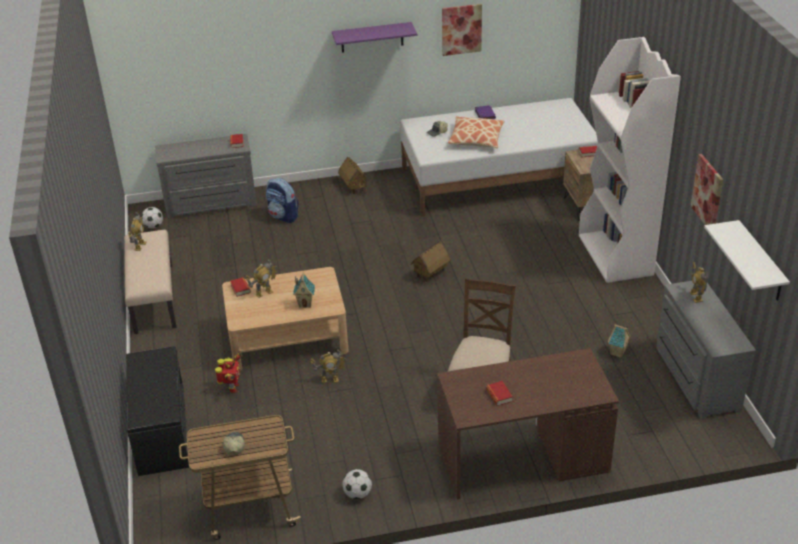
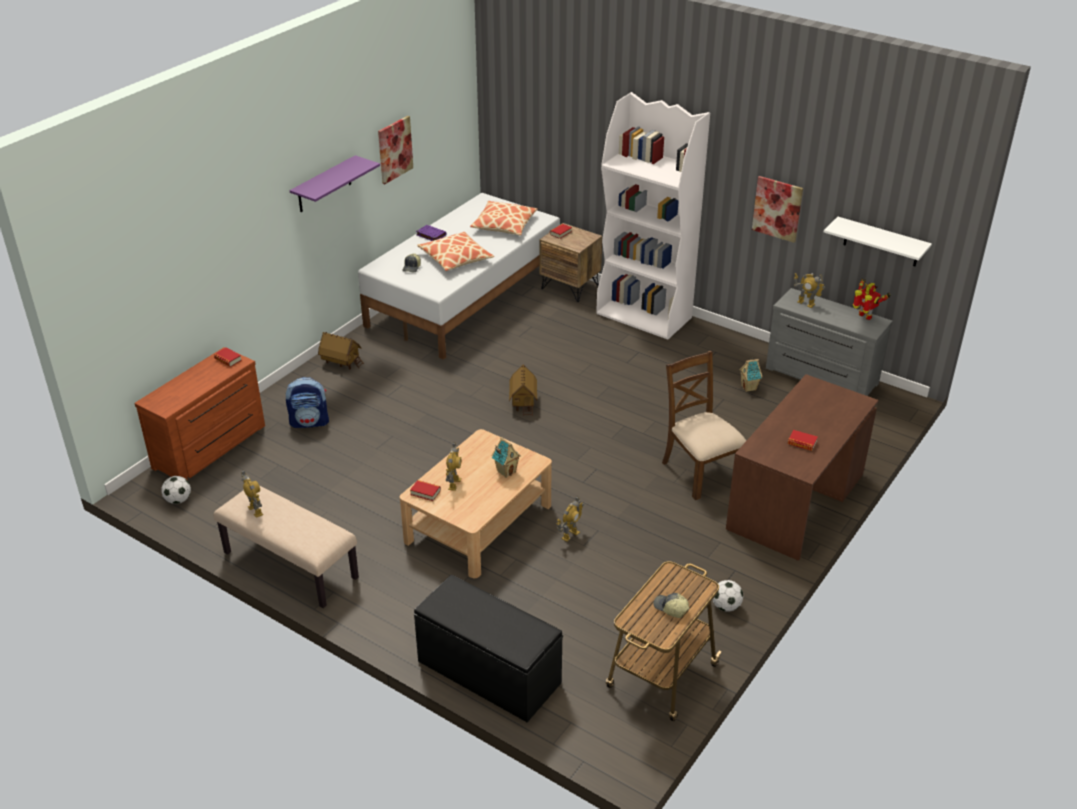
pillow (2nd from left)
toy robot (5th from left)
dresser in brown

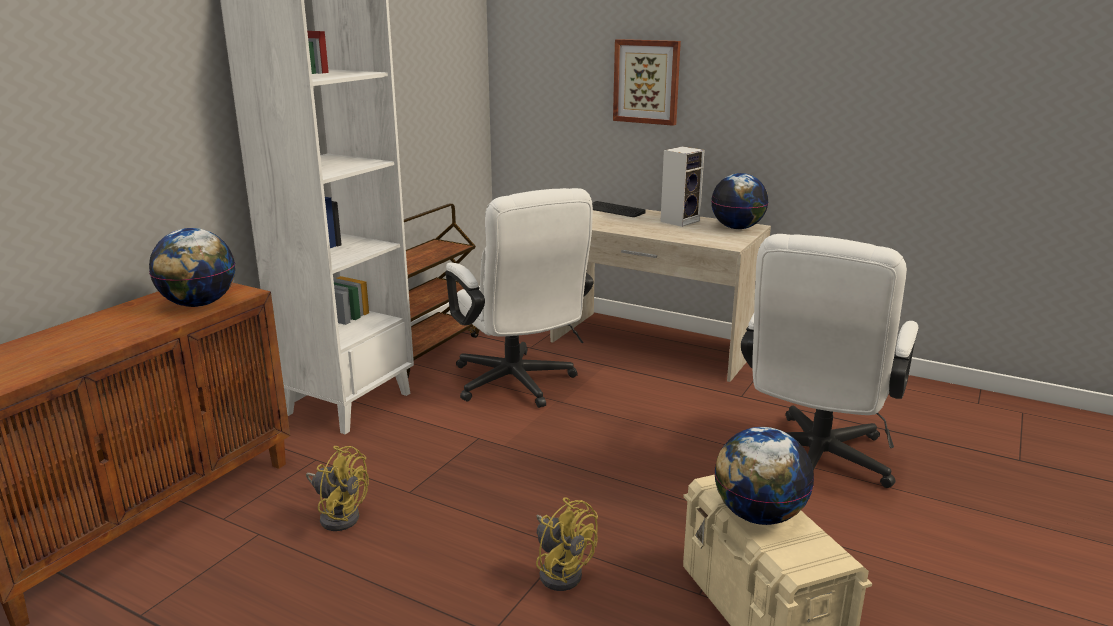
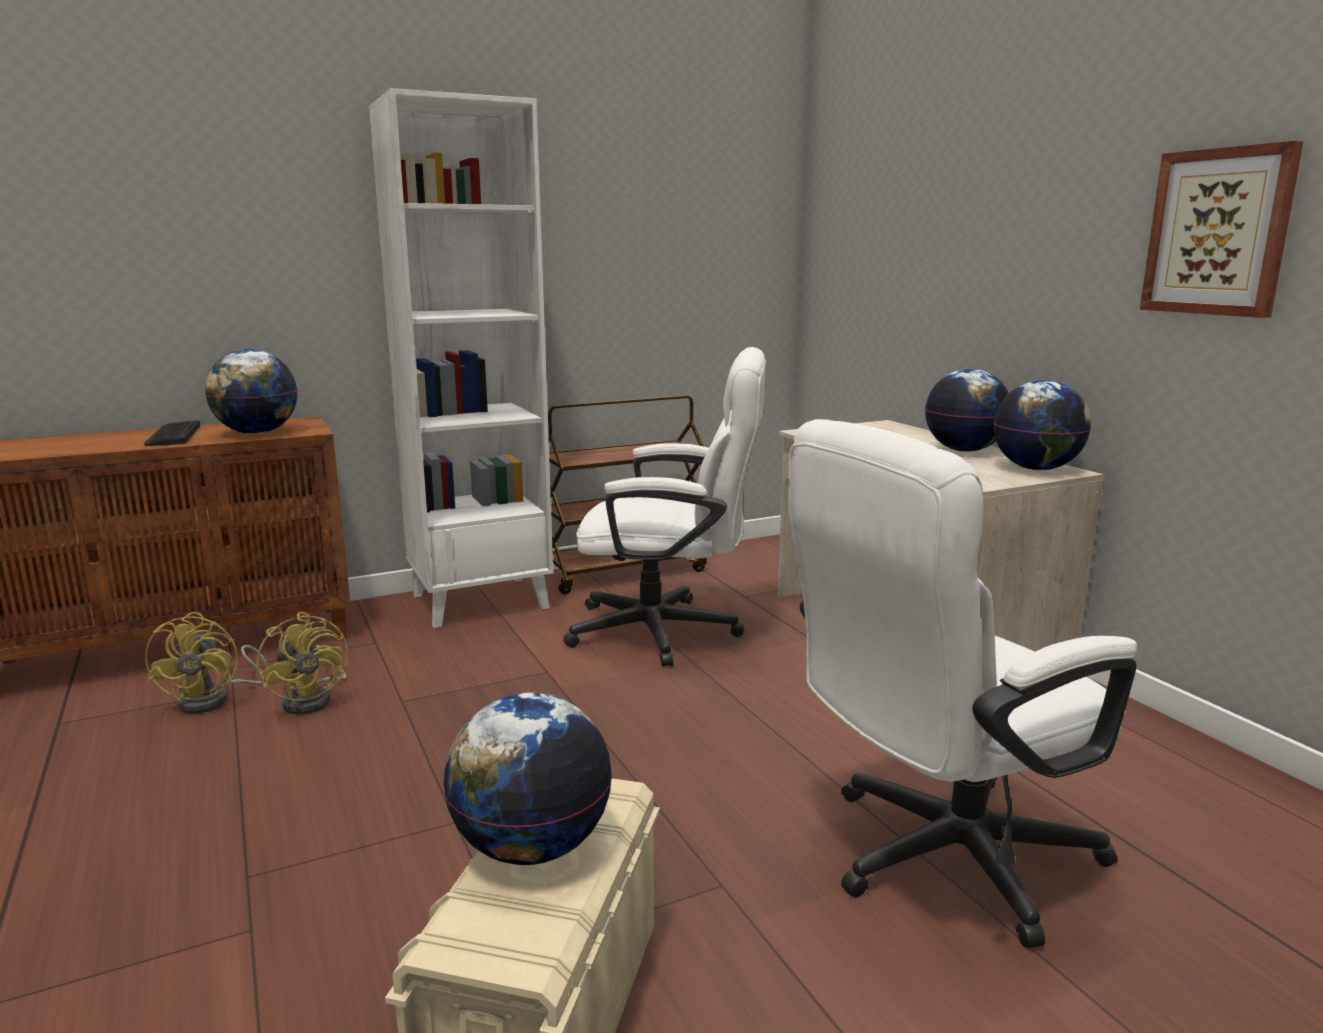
fan in yellow (1st from left)
keyboard
picture
globe (3rd from left)
office chair in white (1st from left)

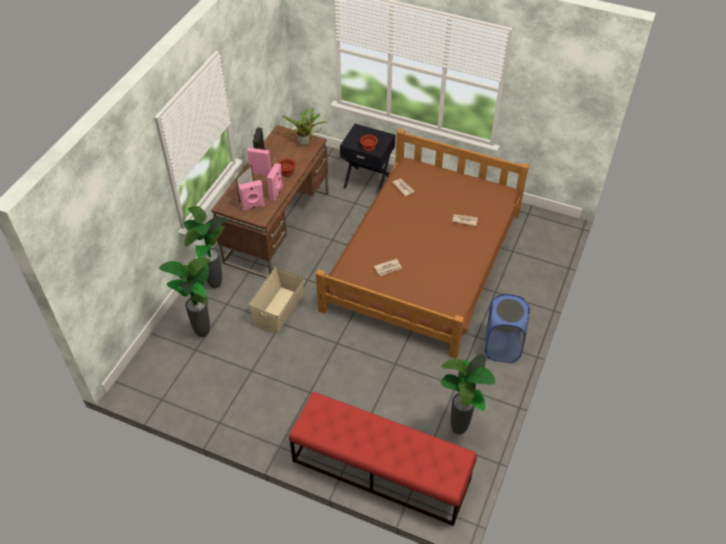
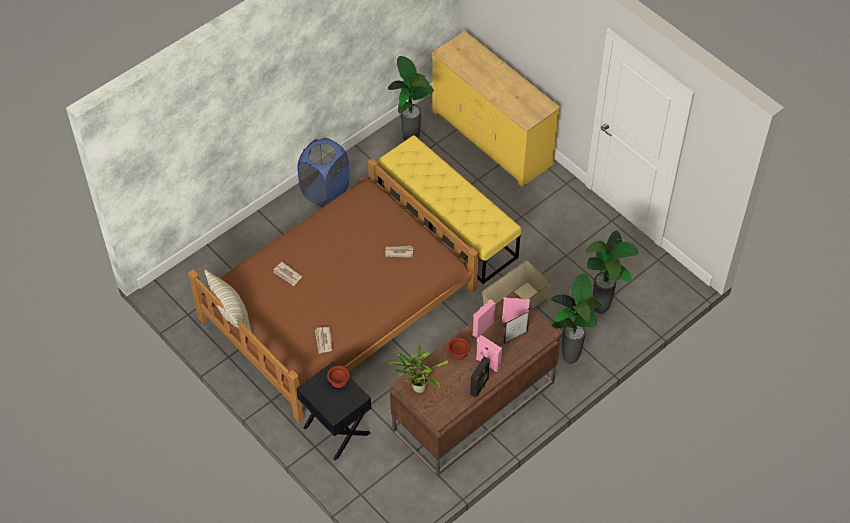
pillow
bench in yellow
dresser in yellow

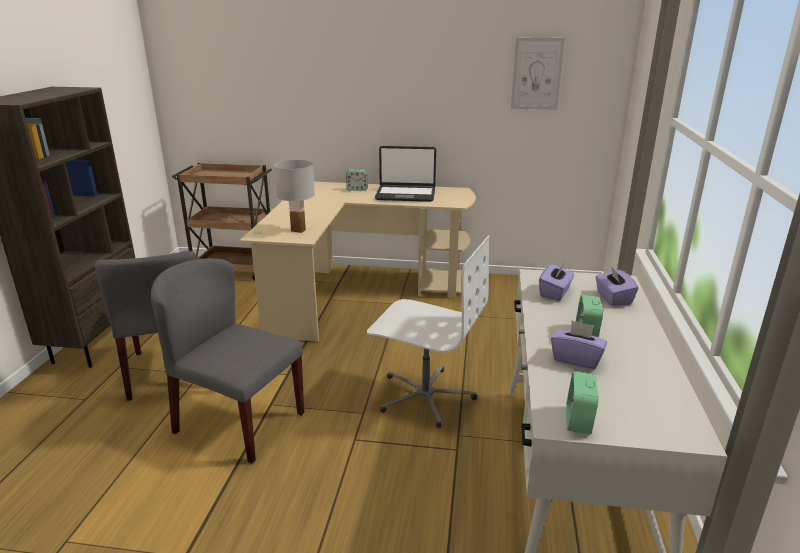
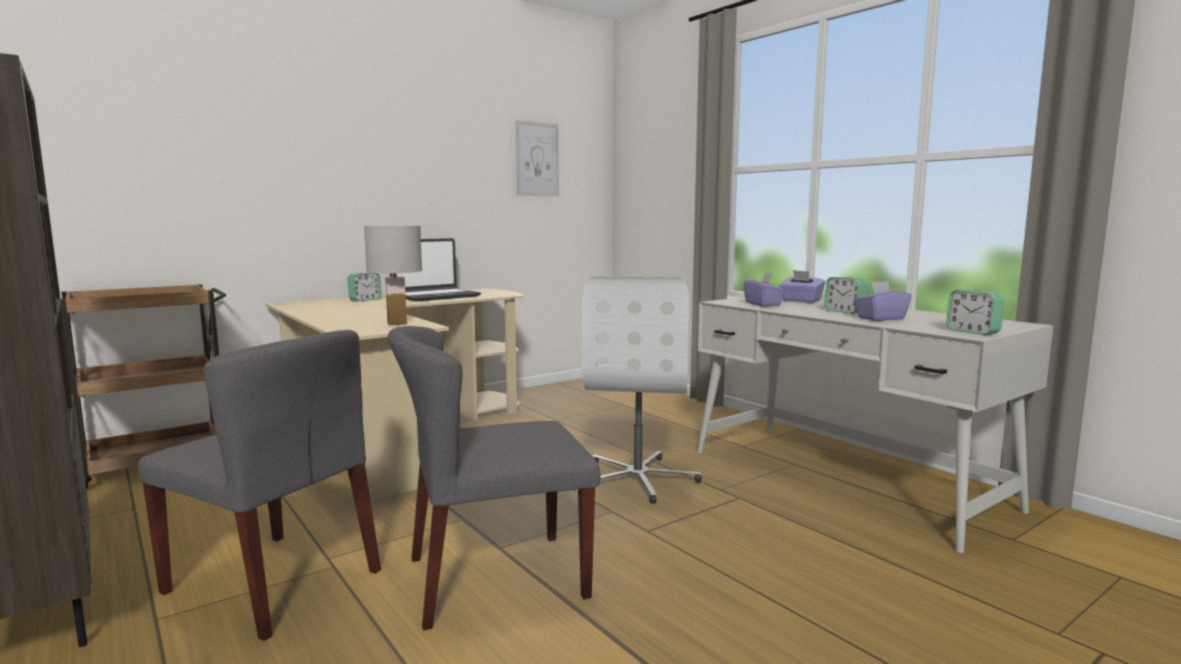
office chair in white

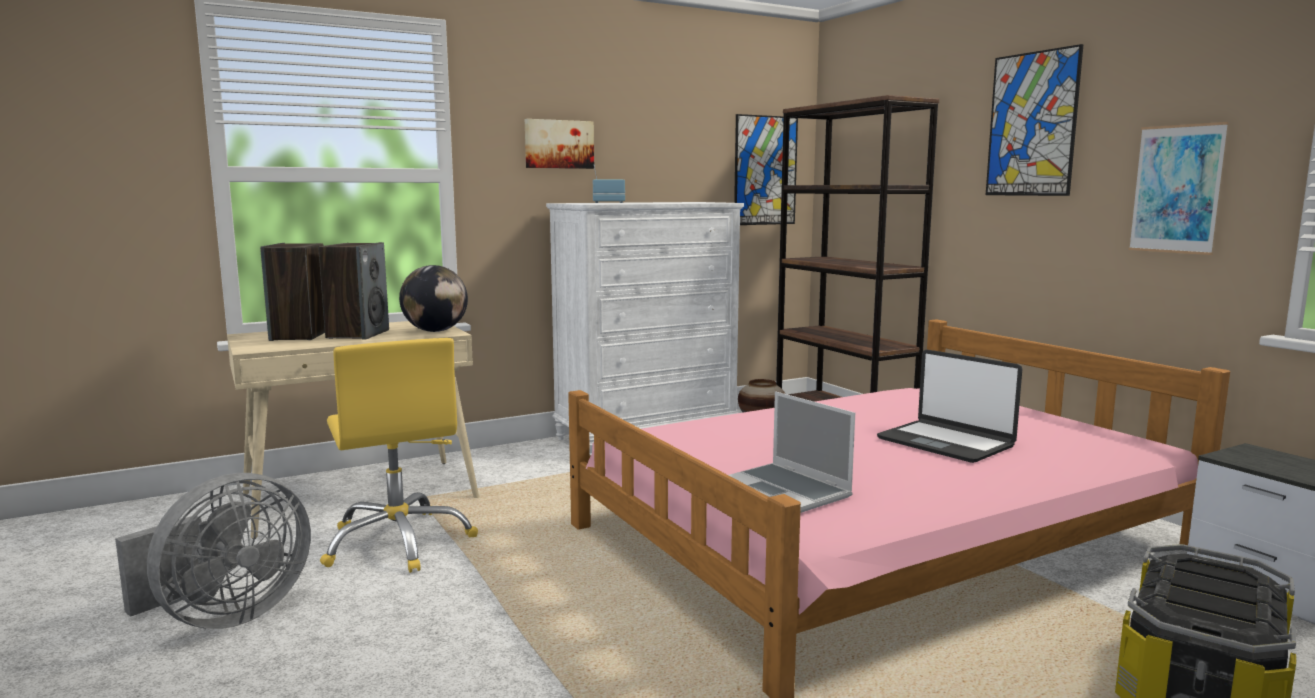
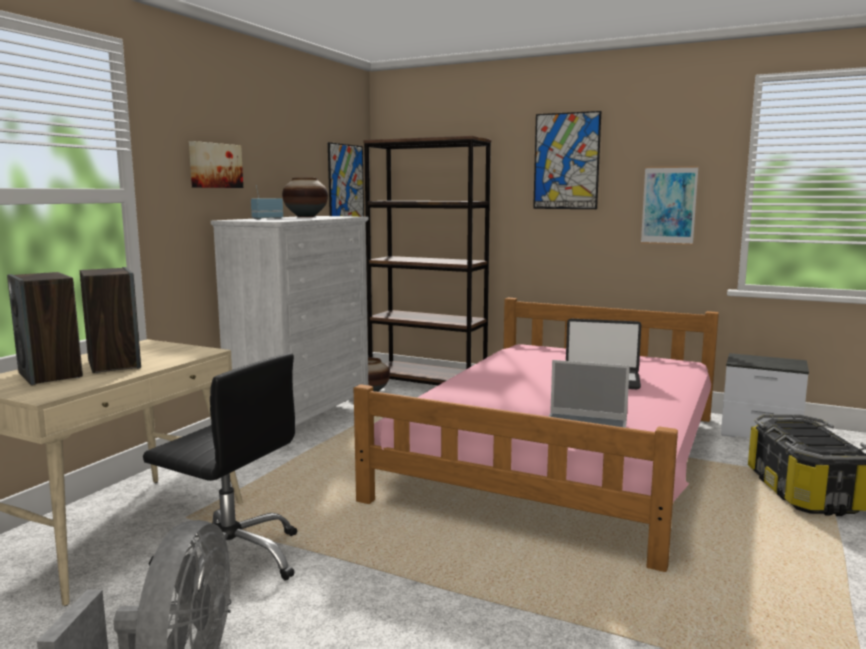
globe
vase (1st from left)
office chair in black

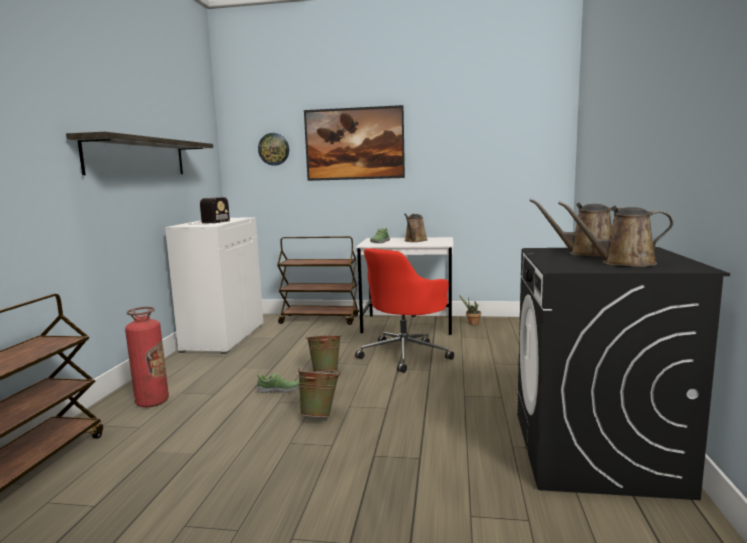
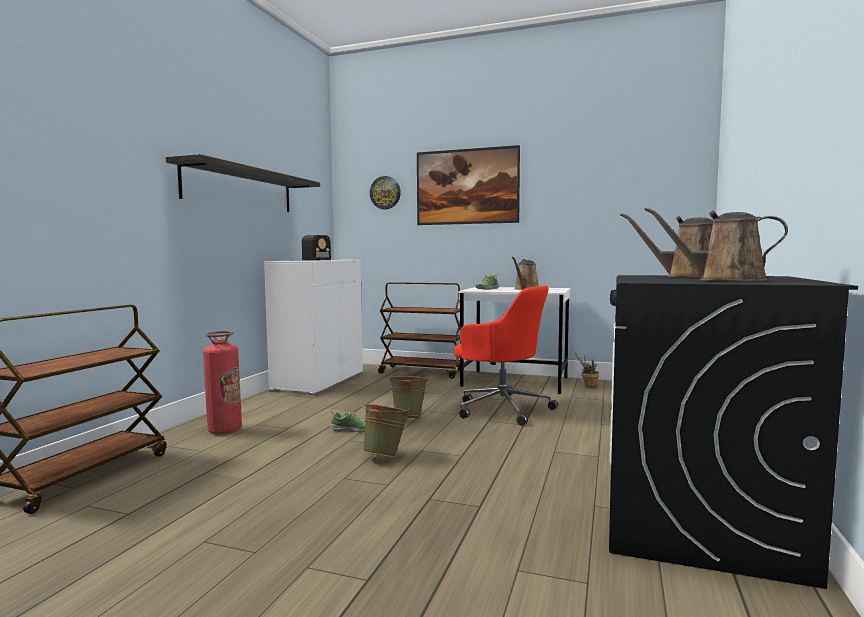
office chair in red

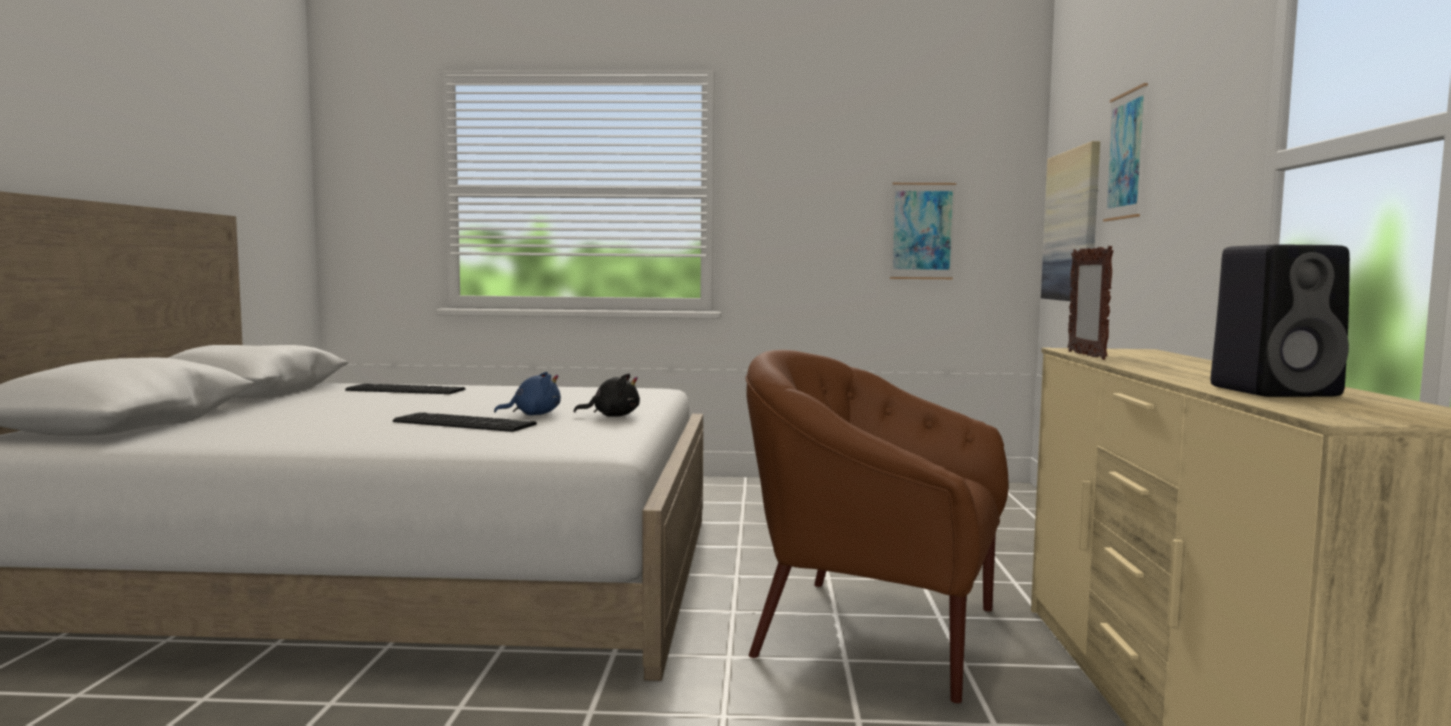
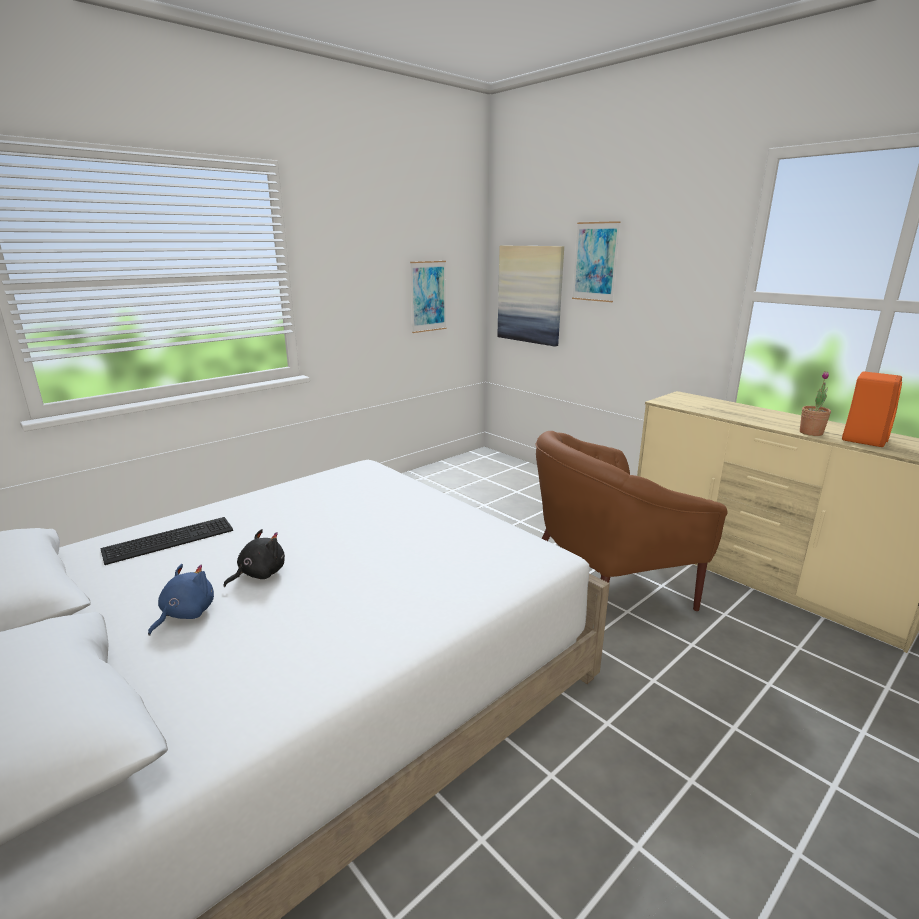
keyboard (2nd from left in the first image)
picture frame
potted plant
plush toy in blue
plush toy in black
speaker in orange

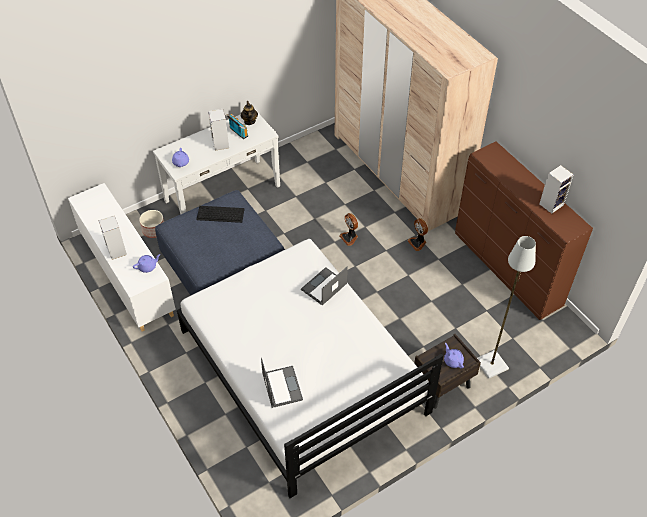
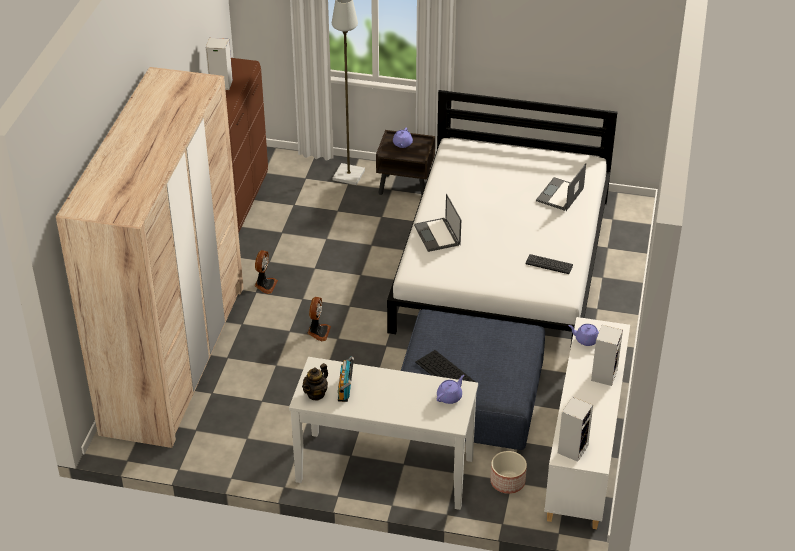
keyboard (2nd from left)
speaker (2nd from left)
laptop (1st from left)

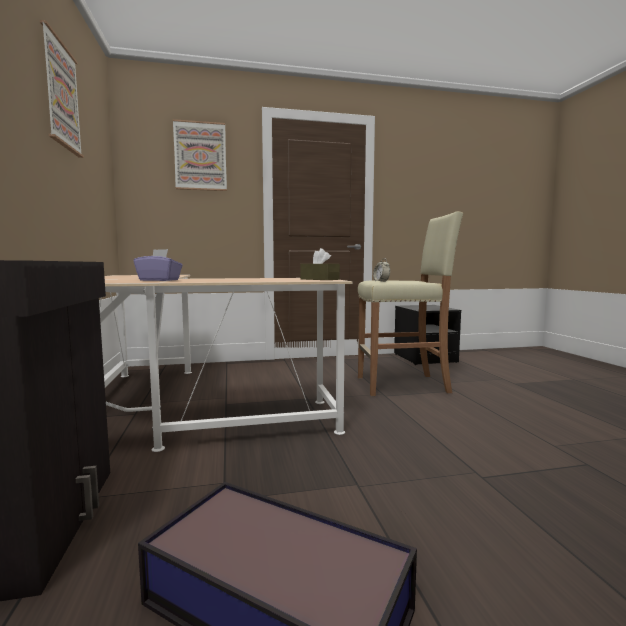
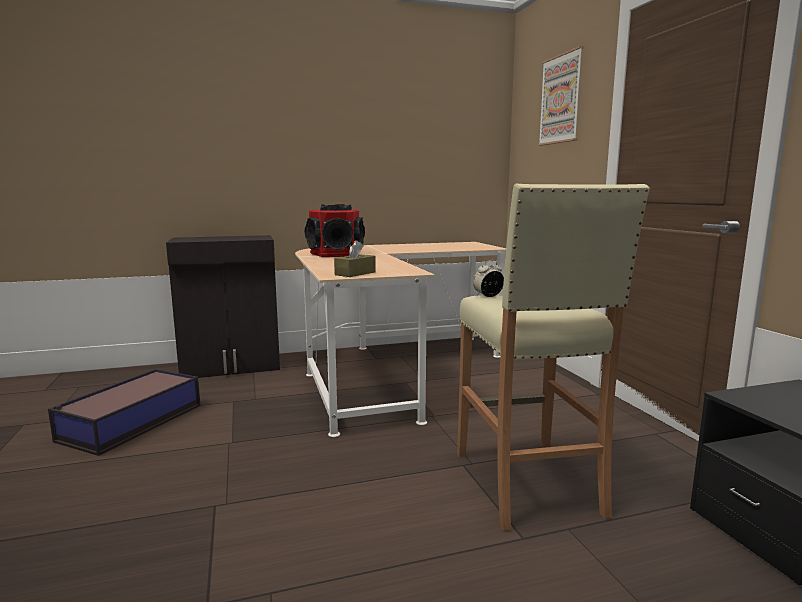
picture (1st from left in the first image)
speaker

